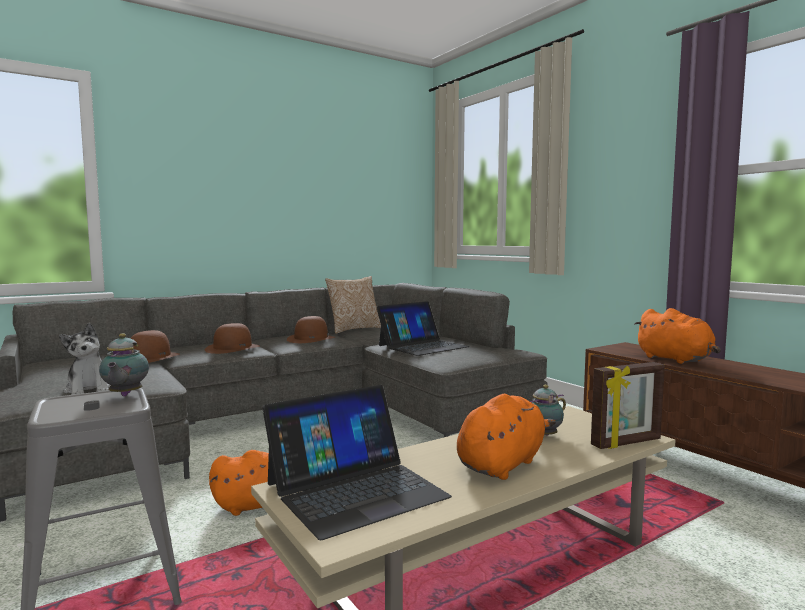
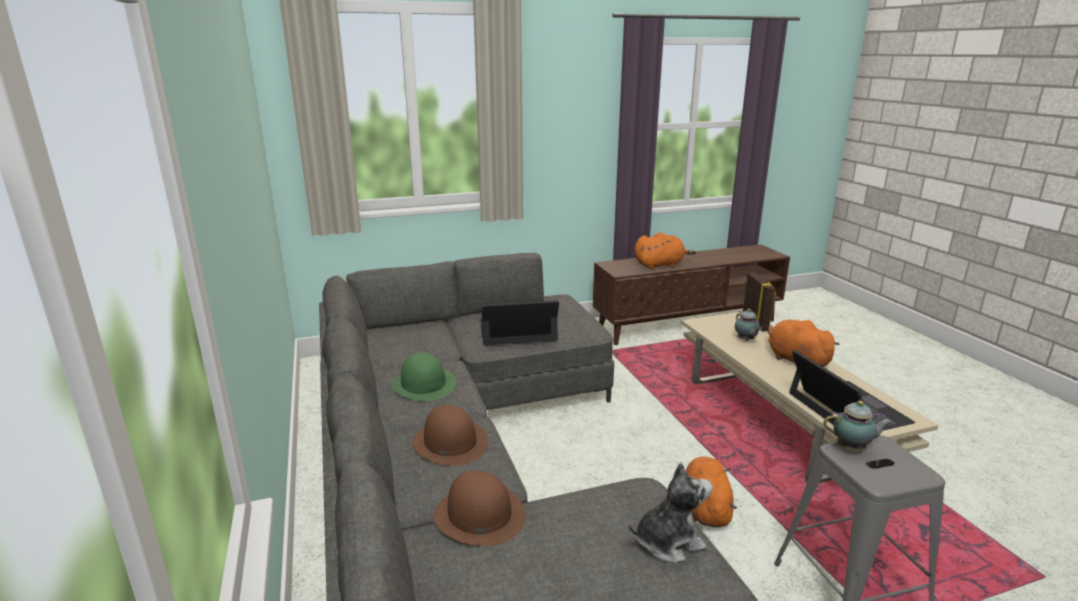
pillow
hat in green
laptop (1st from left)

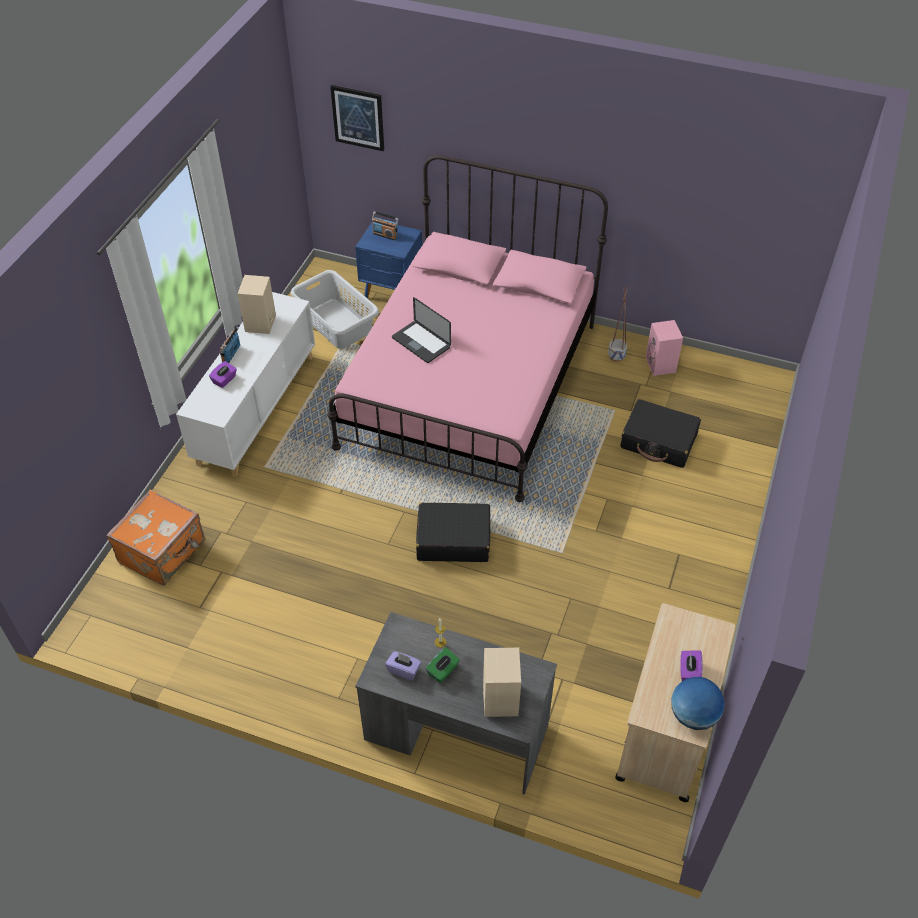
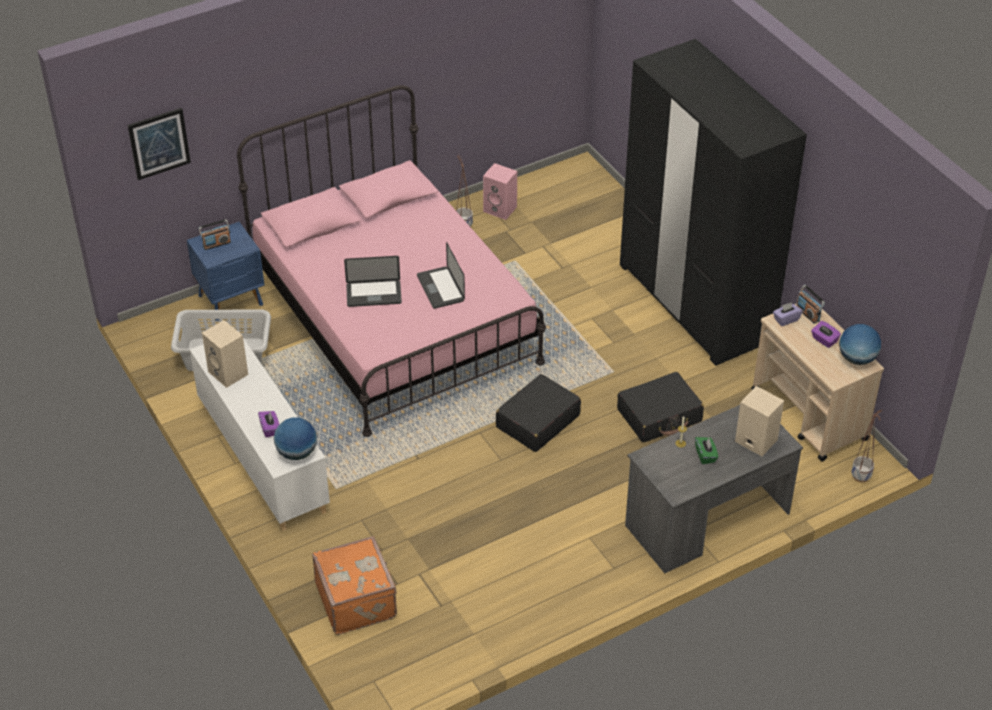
globe (1st from left)
laptop (2nd from left)
wardrobe in black
planter (2nd from left)
radio (2nd from left)
tissue box in purple (2nd from left)
suitcase in black (2nd from left)

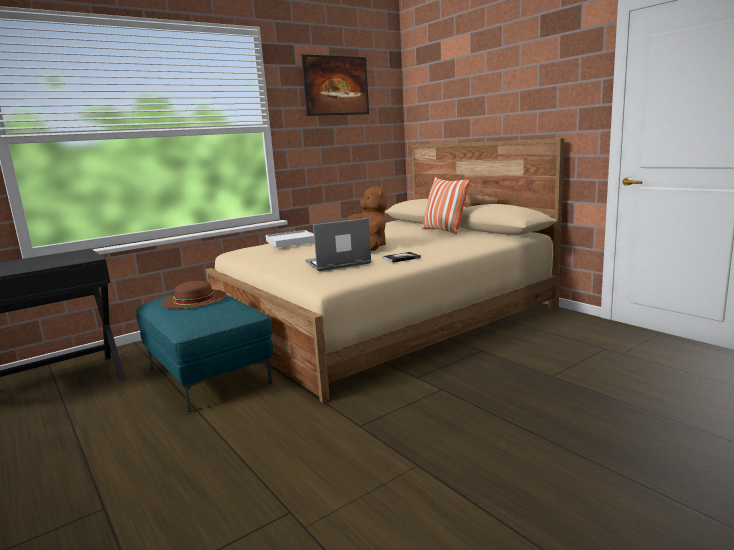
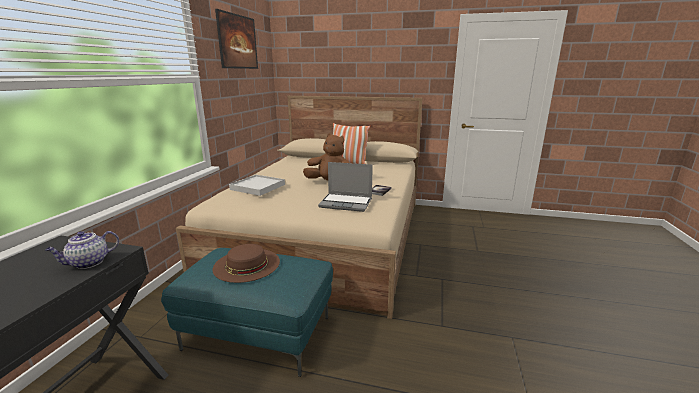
teapot
laptop

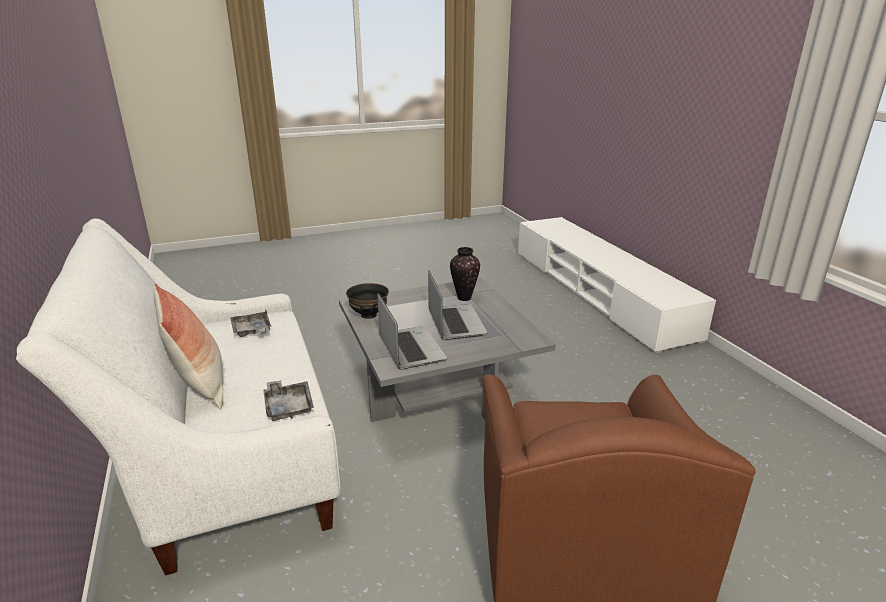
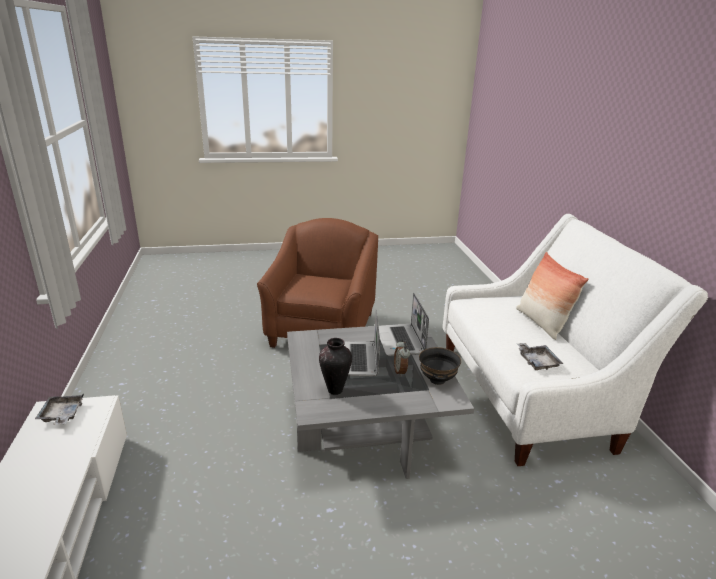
alarm clock
tray in grey (1st from left)

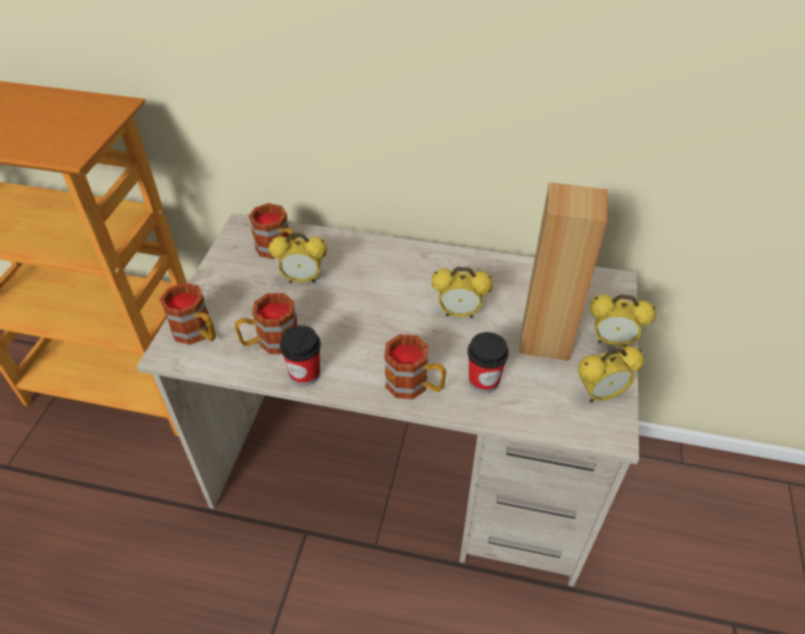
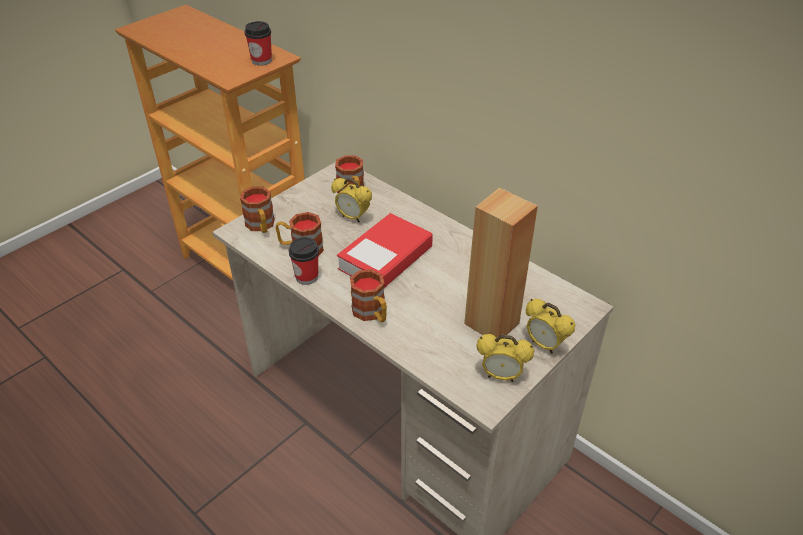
alarm clock (2nd from left in the first image)
book
cup (1st from left)

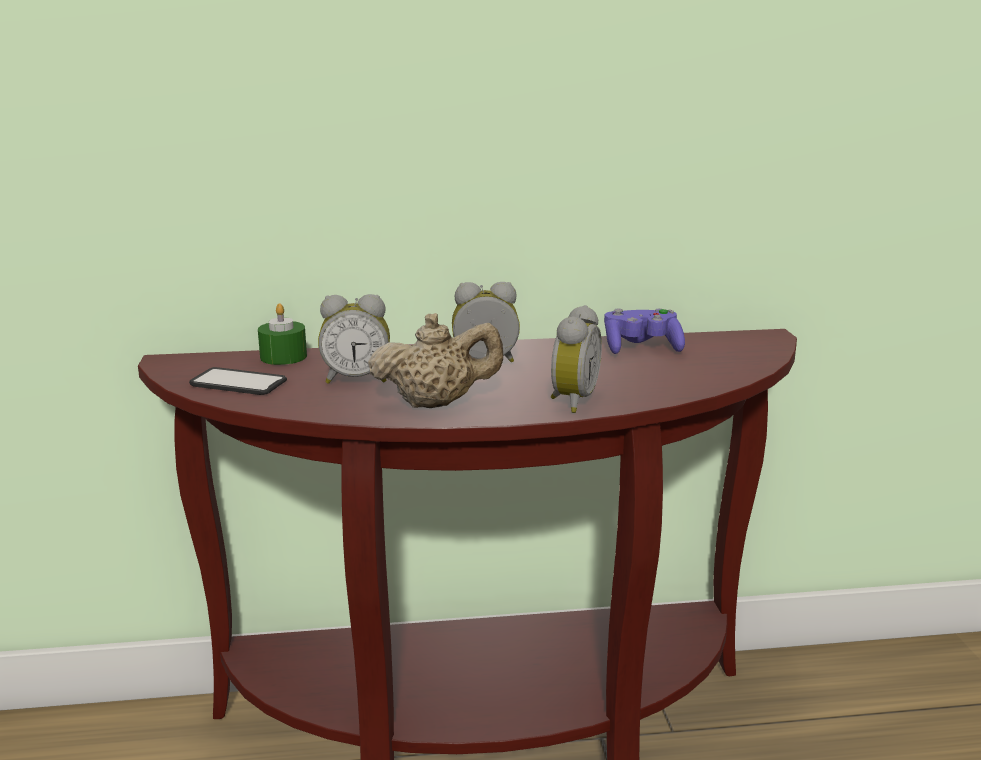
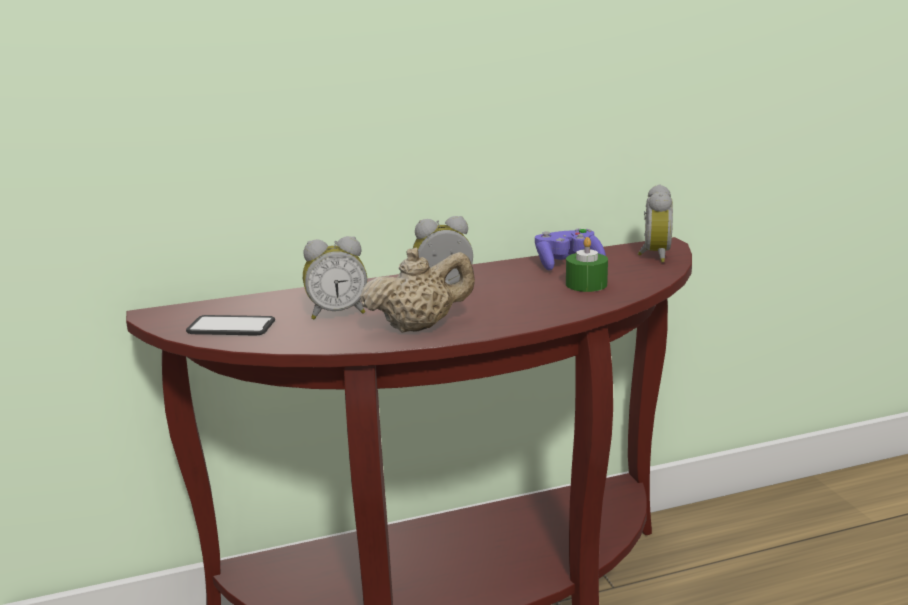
candle in green
alarm clock (3rd from left)

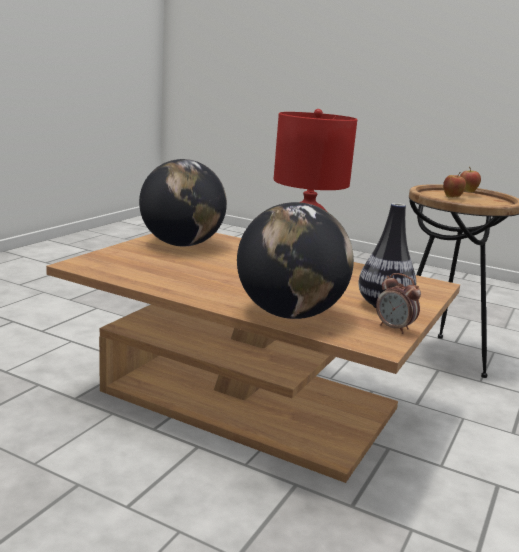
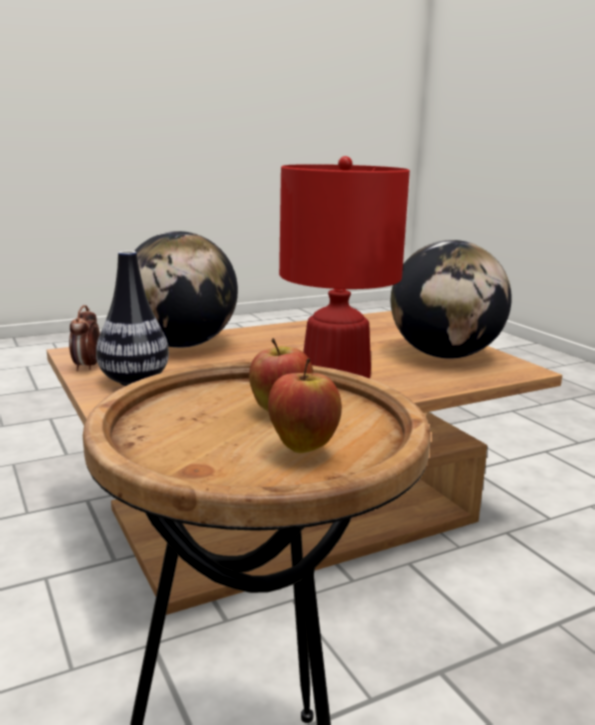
alarm clock

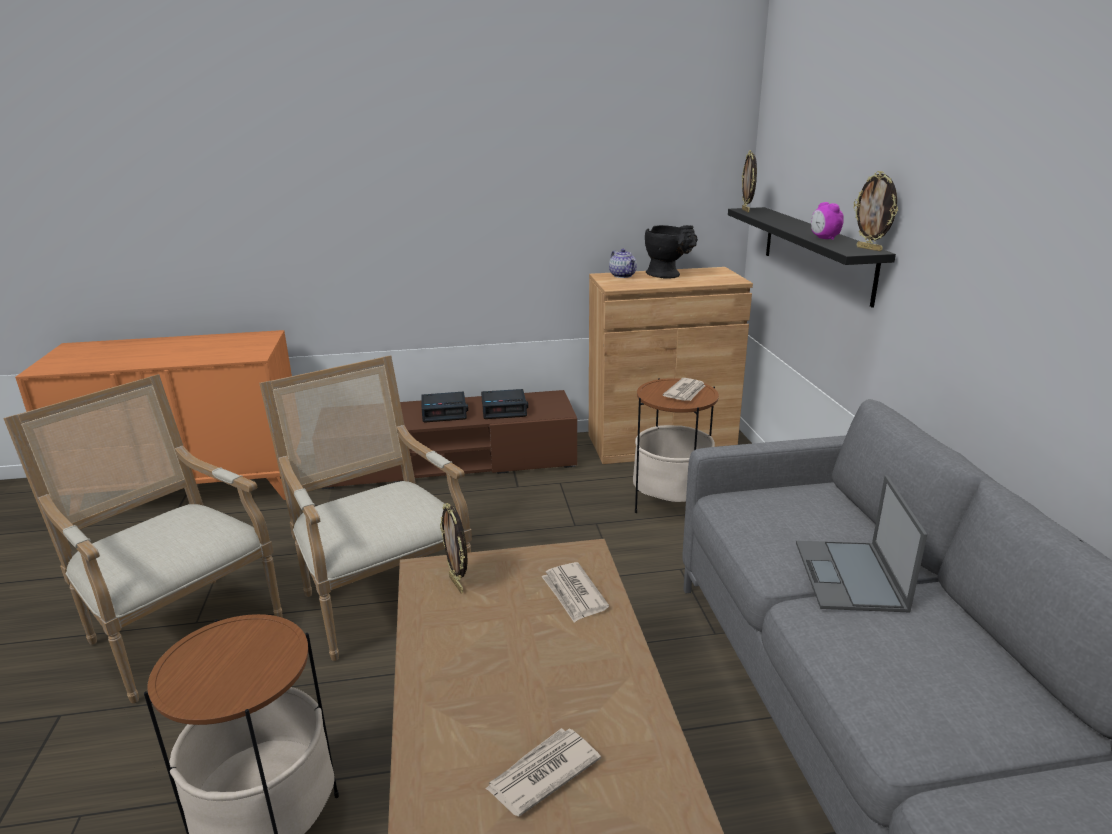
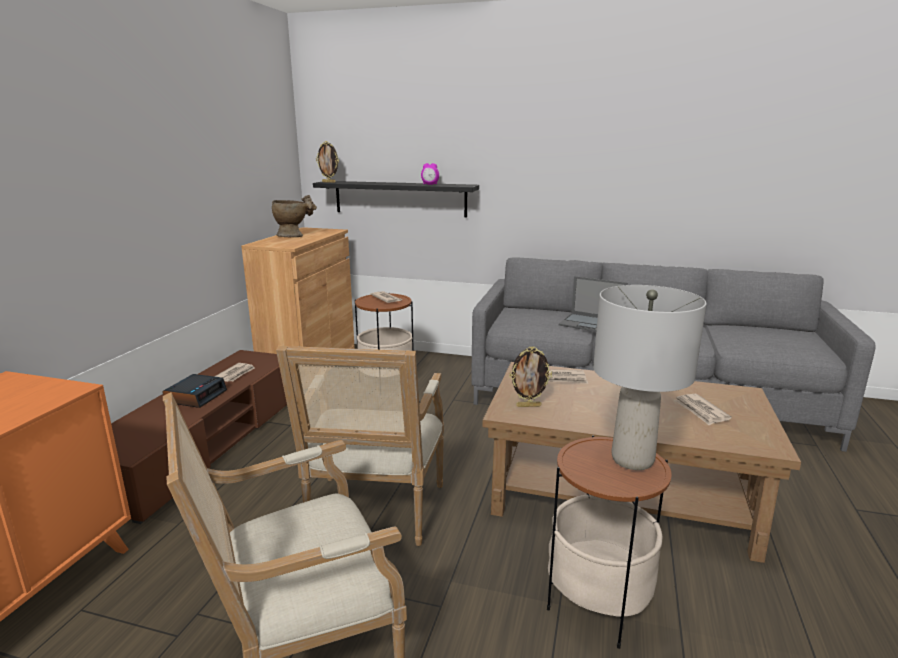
teapot
picture frame (3rd from left in the first image)
table lamp in grey
newspaper (1st from left)
vase in beige
armchair (2nd from left)

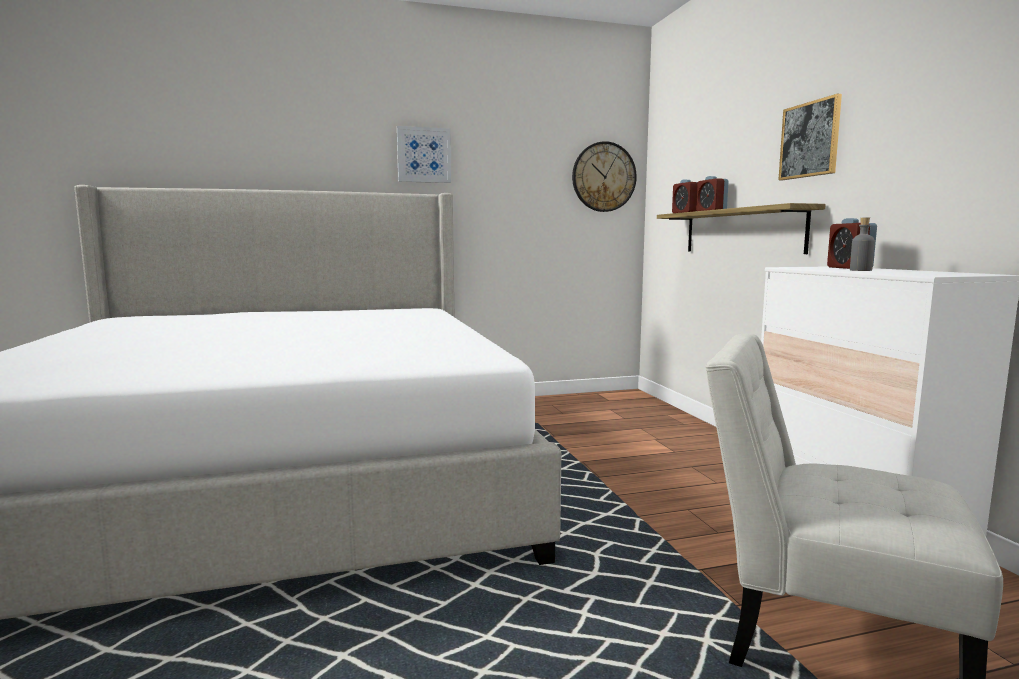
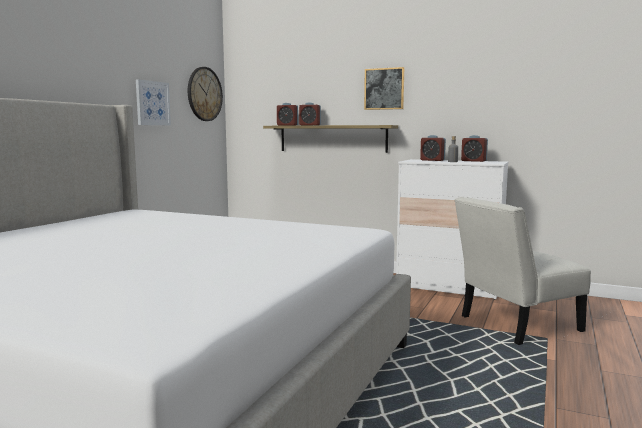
alarm clock (4th from left)
picture (1st from left)

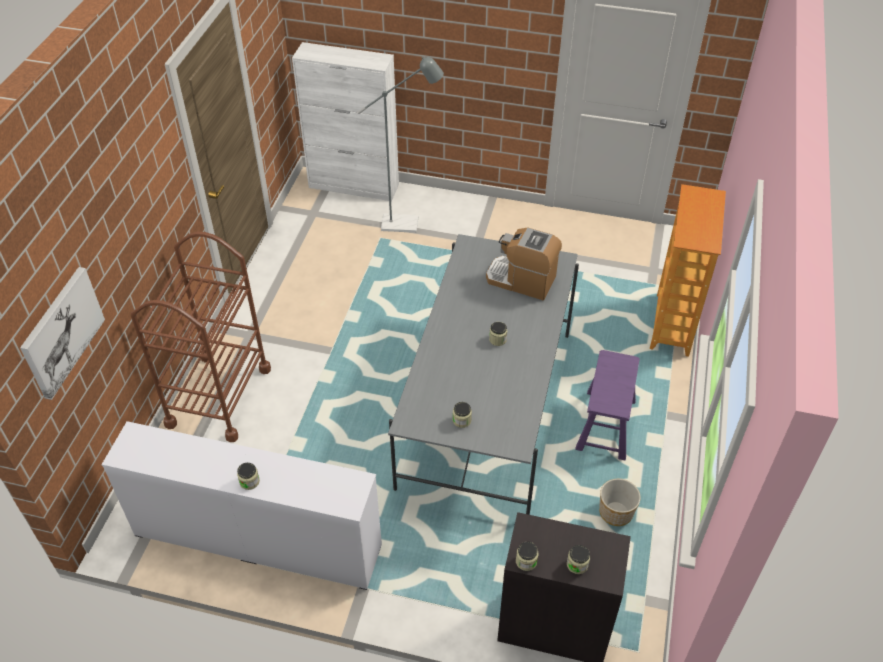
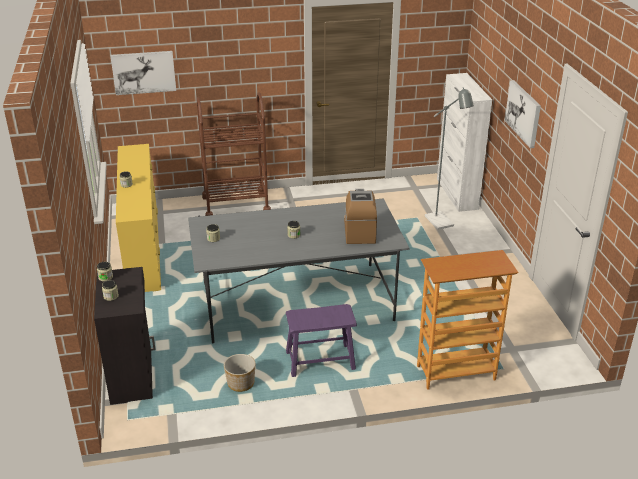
picture (2nd from left)
dresser in yellow

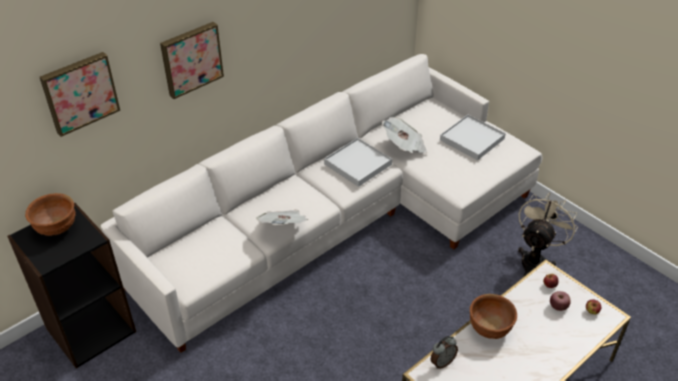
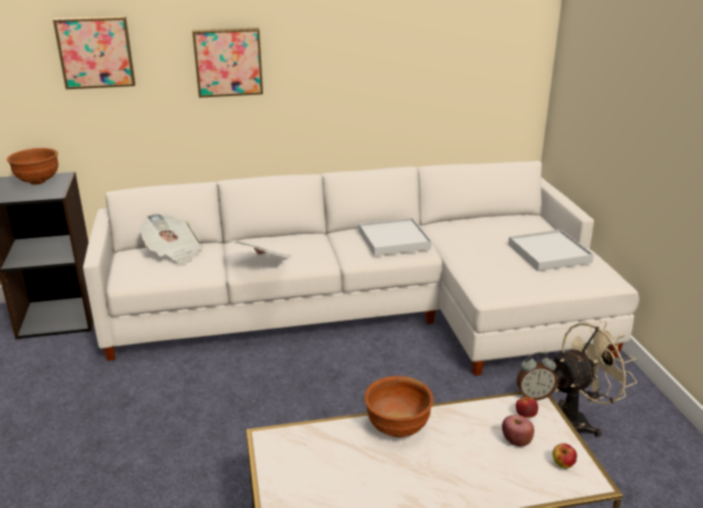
newspaper (1st from left)
alarm clock

